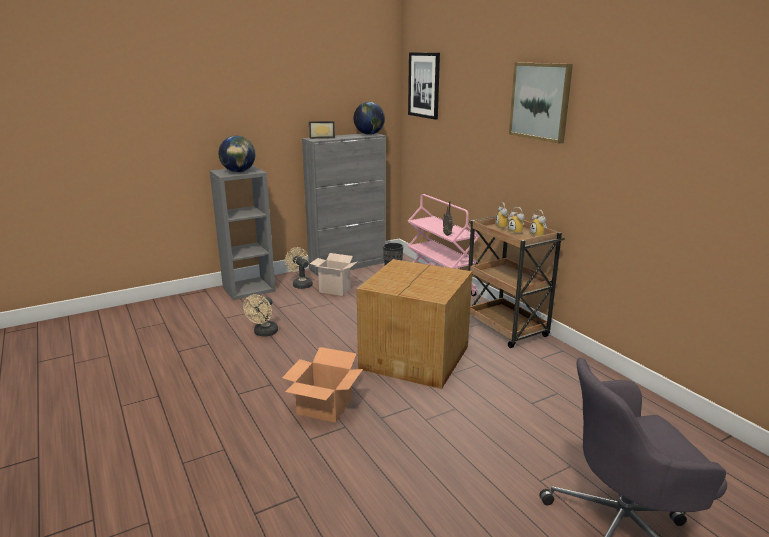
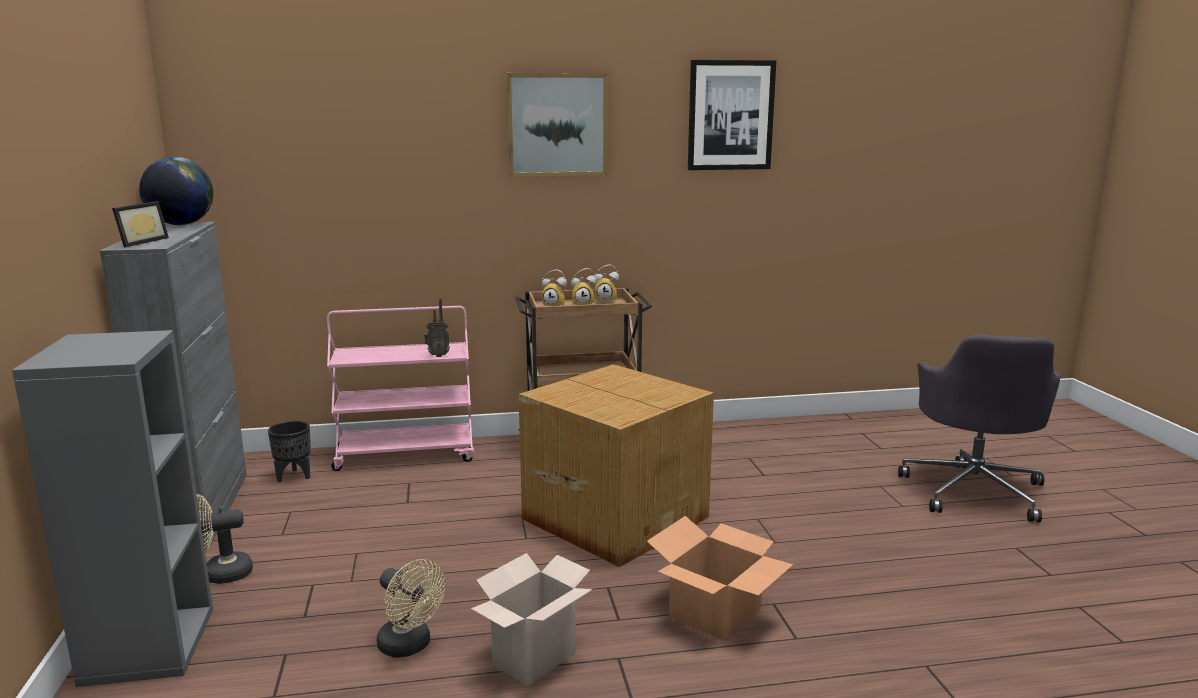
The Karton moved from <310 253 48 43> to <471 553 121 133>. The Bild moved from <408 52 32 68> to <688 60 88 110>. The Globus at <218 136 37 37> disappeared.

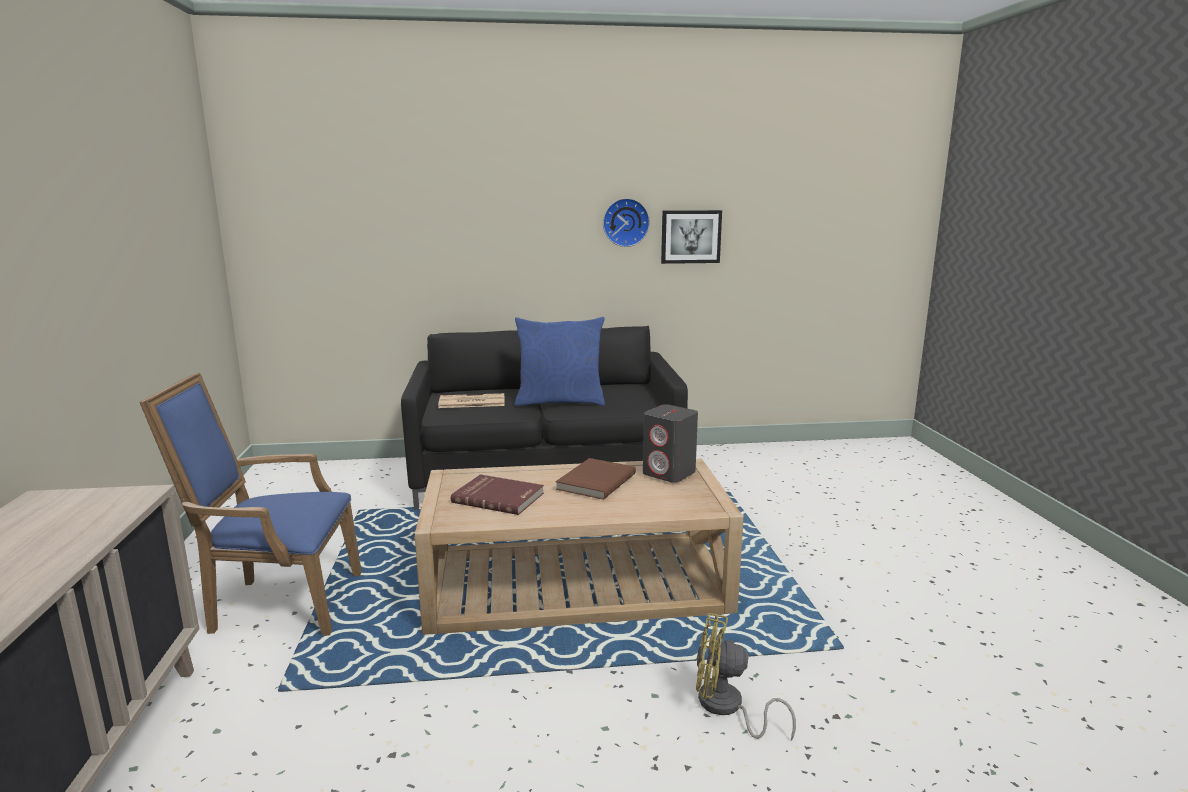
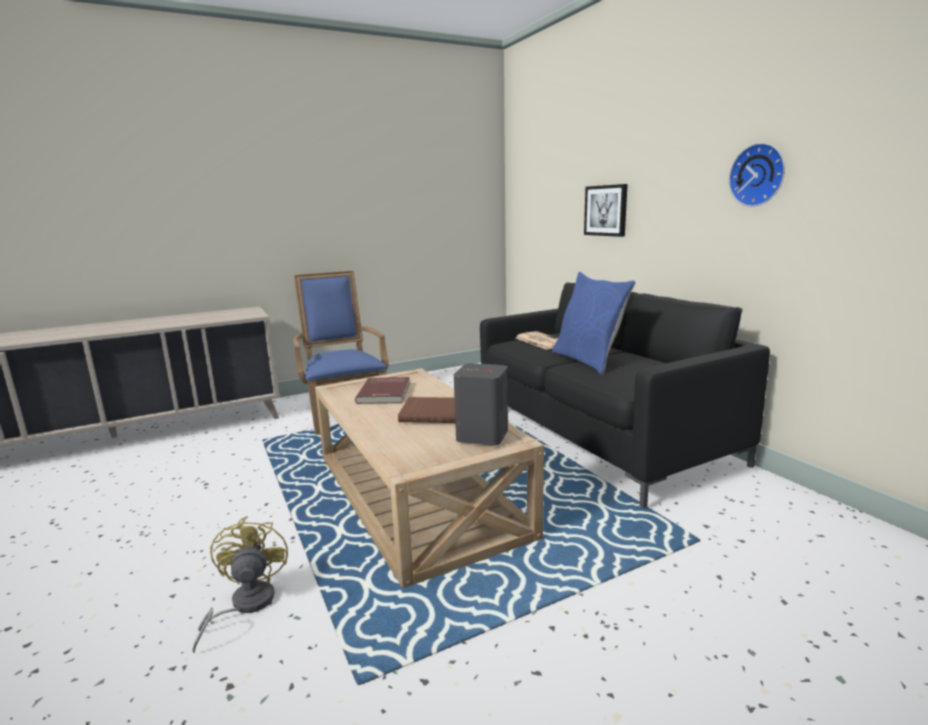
The Bild moved from <661 210 61 54> to <584 184 44 53>.

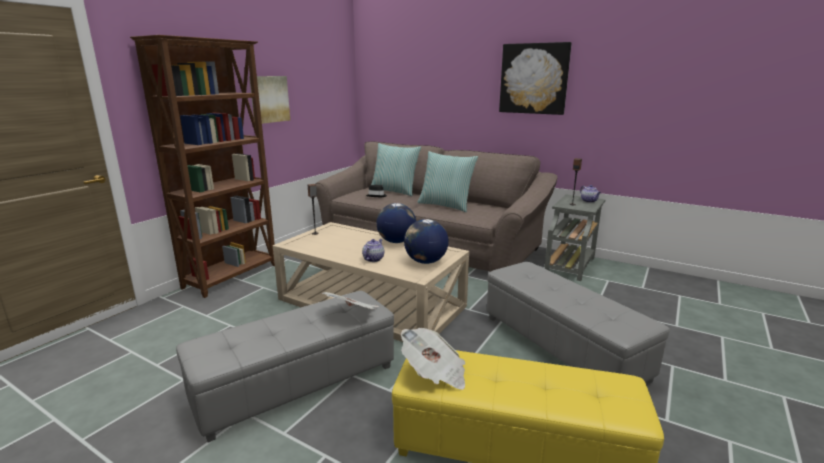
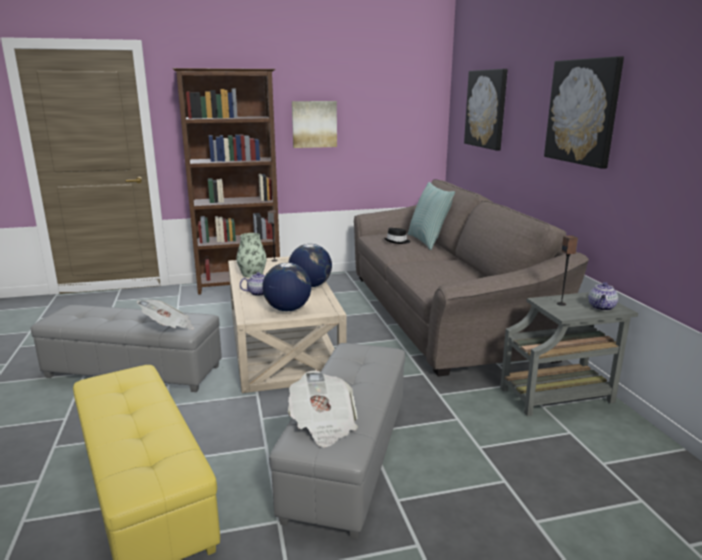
The Vase at <236 233 31 45> appeared. The Zeitung moved from <401 328 64 62> to <288 370 70 78>. The Bild at <464 69 44 82> appeared. The Kissen at <417 151 61 61> disappeared.

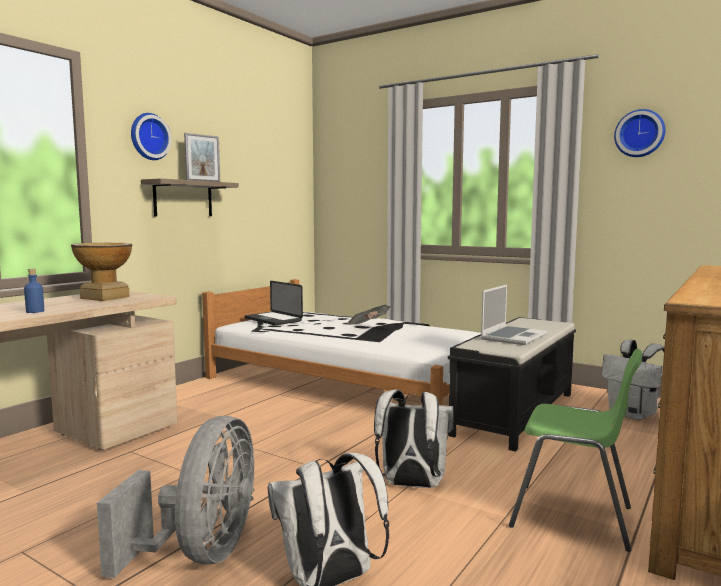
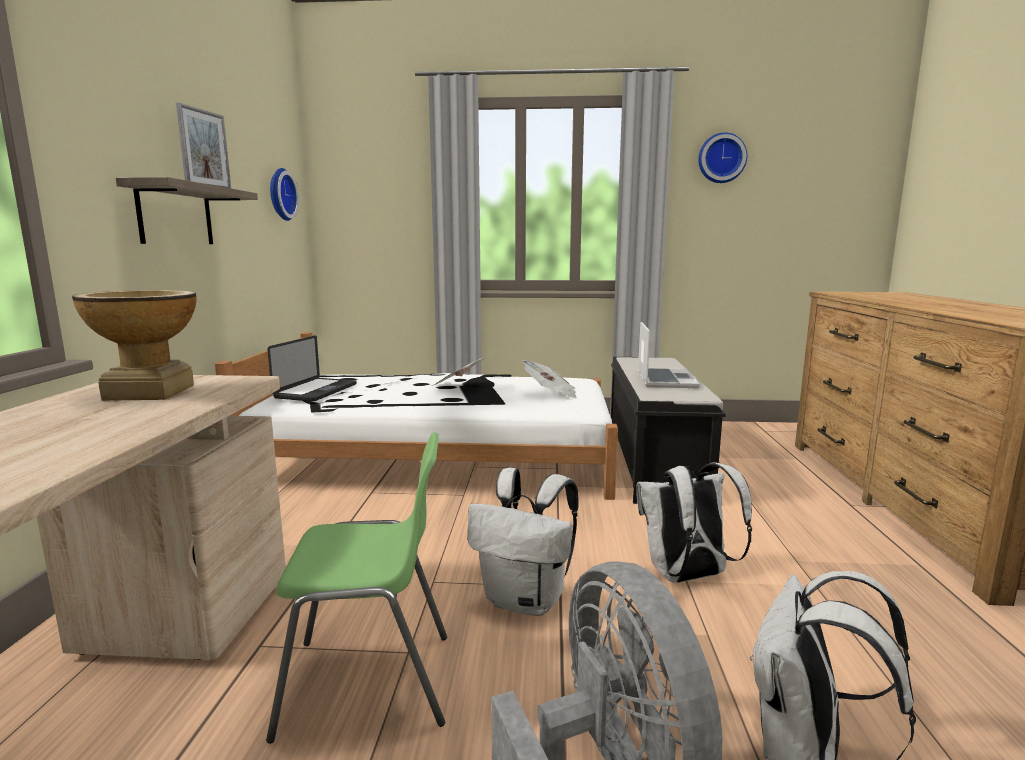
The Stuhl/grün moved from <509 349 133 203> to <266 432 181 311>. The Laptop at <245 281 58 44> turned 90 degrees counterclockwise. The Wanduhr moved from <131 113 41 47> to <270 168 29 53>. The Rucksack/weiß moved from <601 339 64 81> to <467 468 112 148>. The Zeitung at <522 360 55 39> appeared. The Flasche/blau at <24 269 20 44> disappeared.

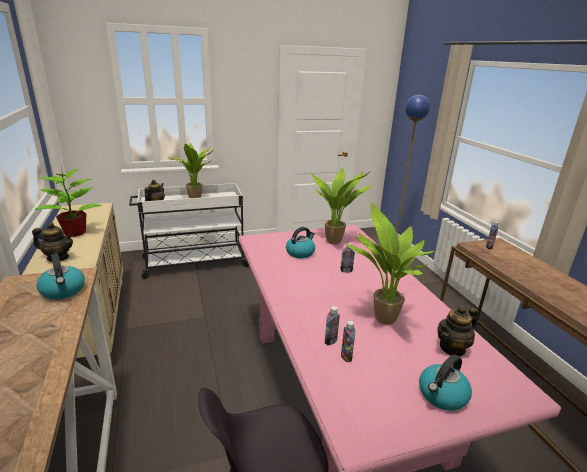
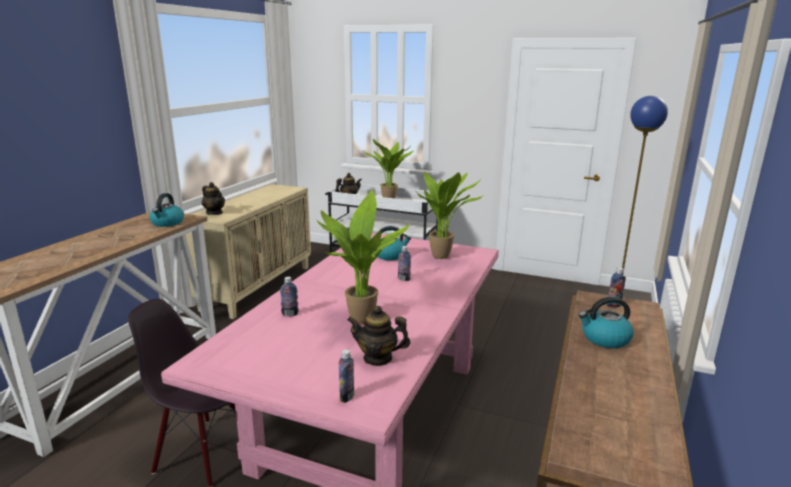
The Flasche moved from <341 321 14 41> to <339 349 15 54>. The Wasserkessel moved from <419 354 53 57> to <579 297 55 51>. The Topfpflanze at <35 169 67 68> disappeared.

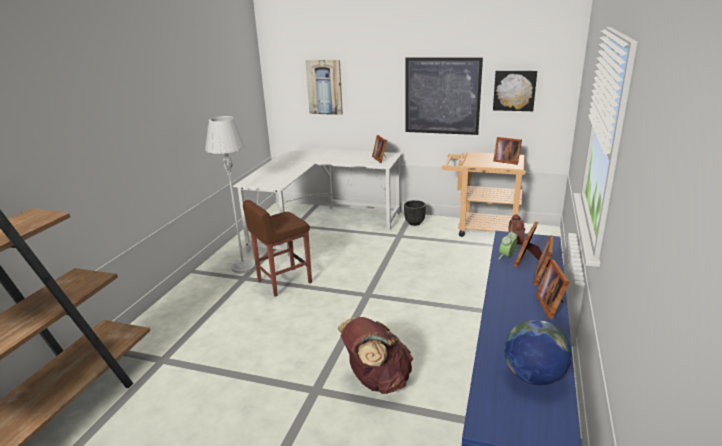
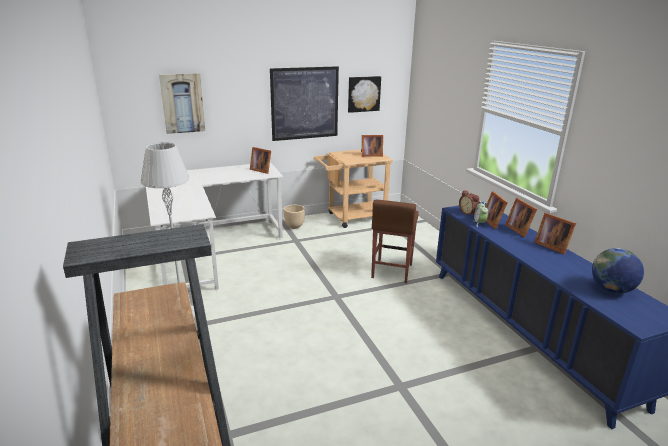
The Pflanzkübel/schwarz at <404 200 22 26> became the Pflanzkübel/beige at <284 205 21 24>. The Hocker/braun moved from <243 200 69 97> to <371 200 48 83>. The Rucksack/braun at <338 317 75 77> disappeared.

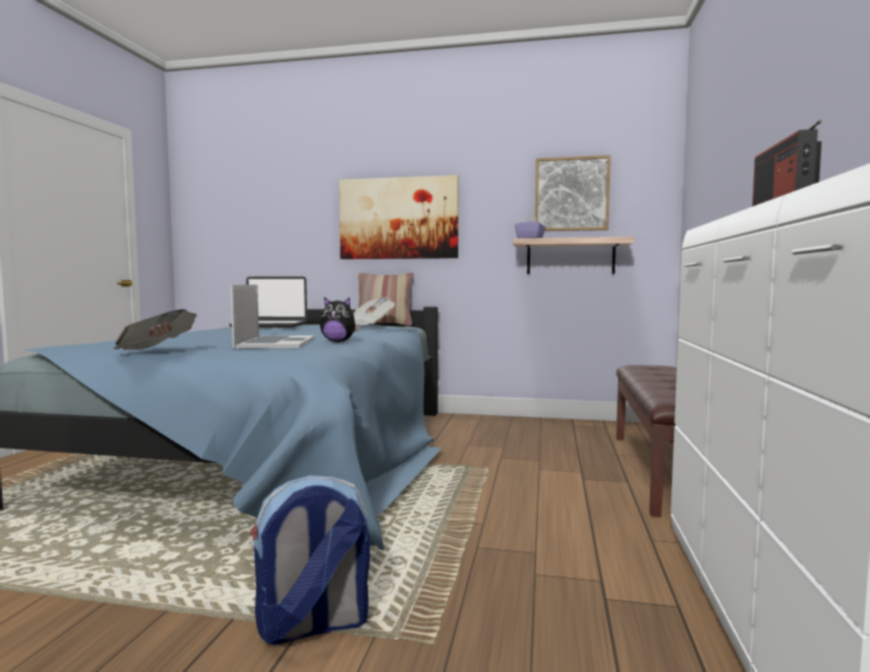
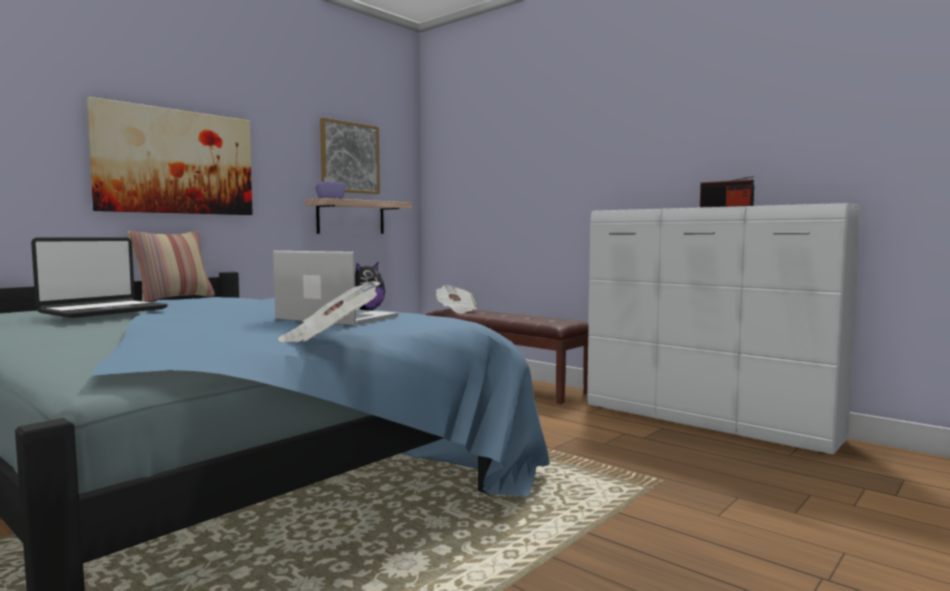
The Zeitung moved from <354 297 41 28> to <436 285 41 29>. The Rucksack at <250 475 120 170> disappeared.

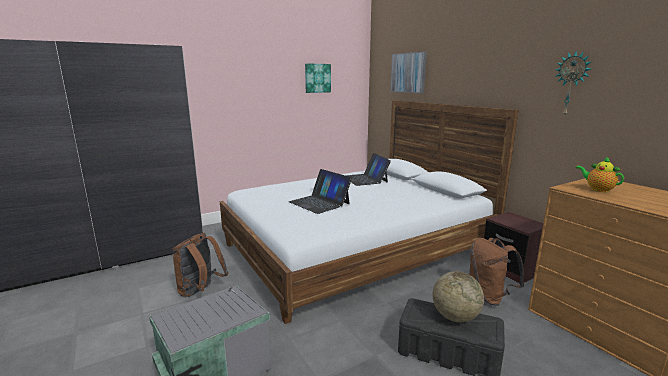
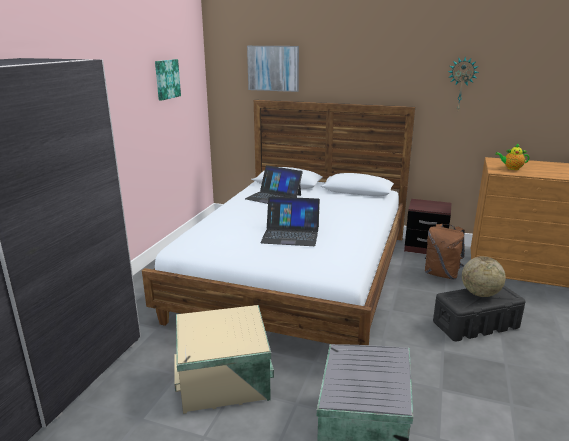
The Rucksack/braun at <172 233 57 64> was replaced by the Aufbewahrungsbox/beige at <174 305 100 109>.

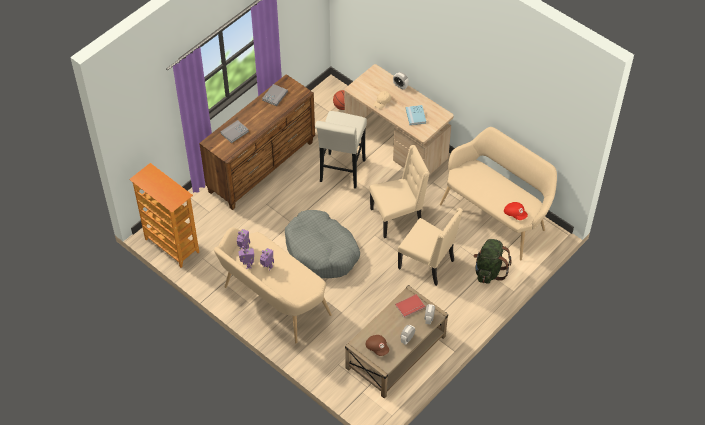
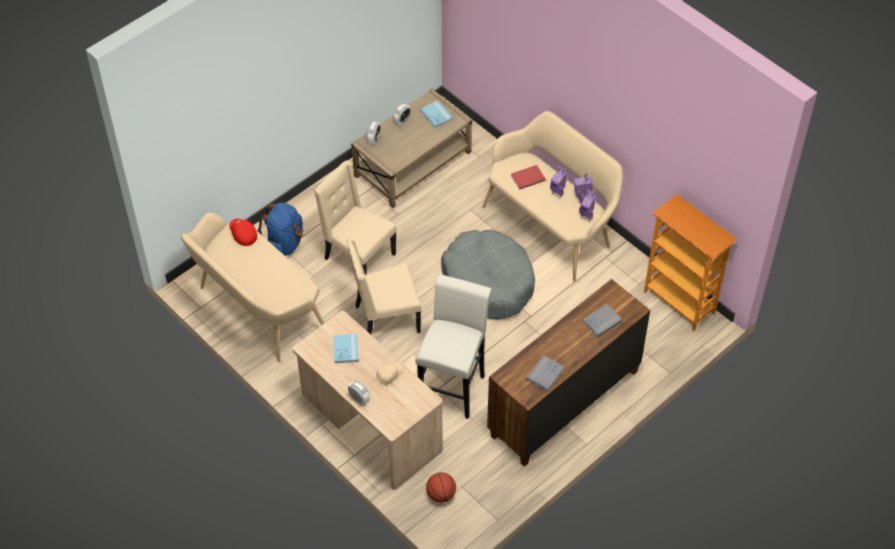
The Rucksack/grün at <473 239 39 45> became the Rucksack/blau at <257 203 47 53>. The Kappe/braun at <366 335 23 21> was replaced by the Buch/blau at <420 101 33 27>. The Buch/rot moved from <395 294 30 24> to <511 165 35 25>.

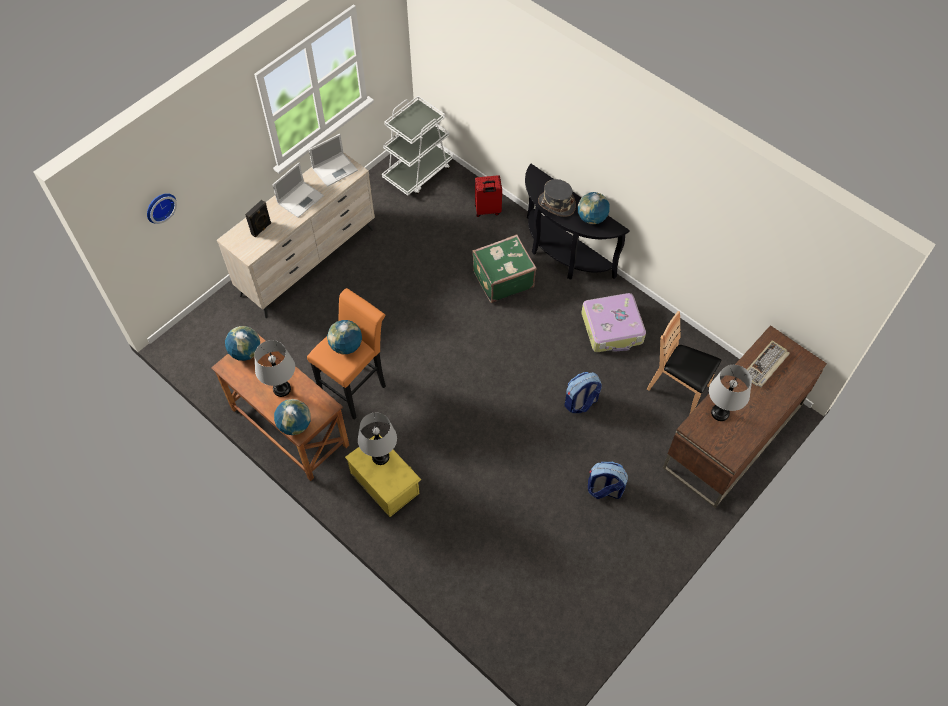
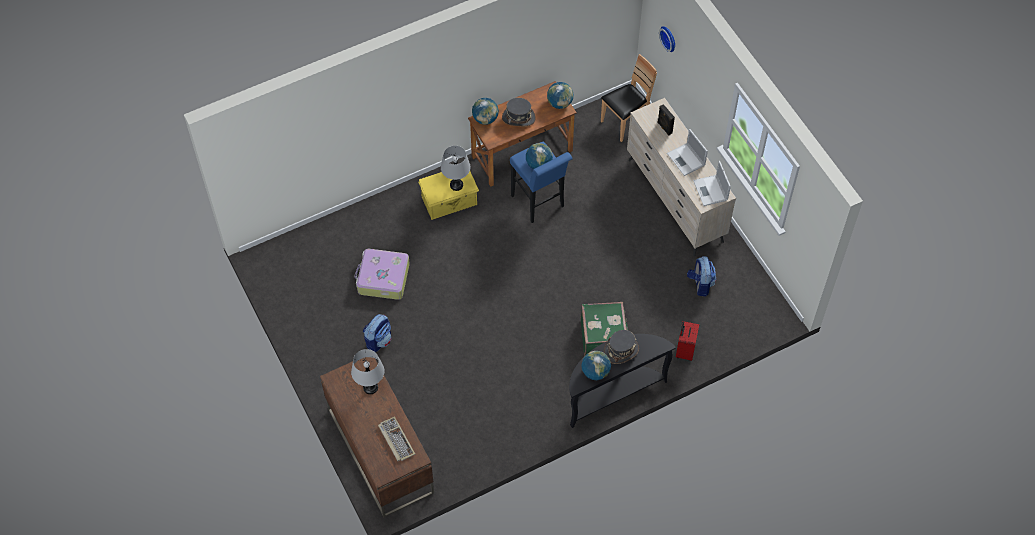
The Koffer moved from <581 293 65 59> to <354 249 56 51>. The Tischlampe/grau at <254 340 41 57> was replaced by the Hut/grau at <502 98 34 28>. The Hocker/orange at <307 288 79 132> became the Hocker/blau at <510 142 63 81>. The Stuhl/braun moved from <647 311 75 103> to <601 54 56 88>. The Rucksack moved from <565 372 37 41> to <687 256 29 41>. The Rollwagen/weiß at <382 96 72 100> disappeared.

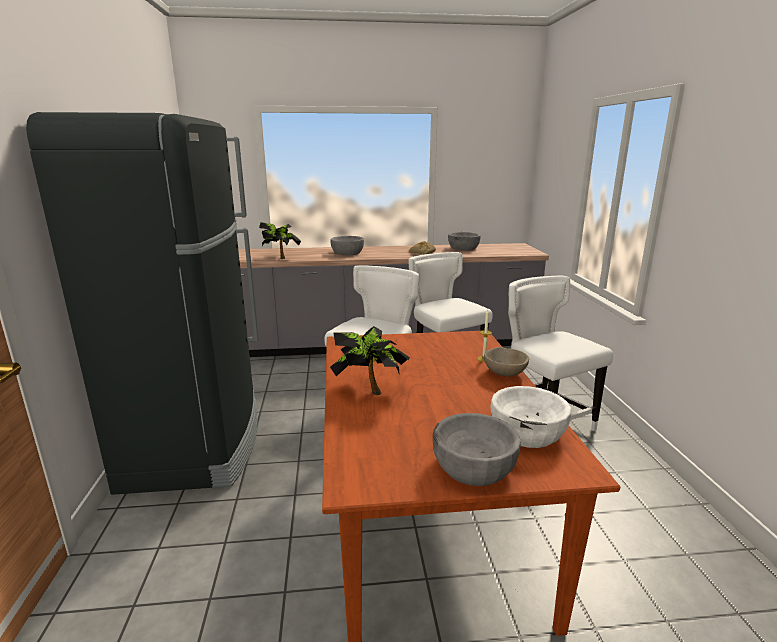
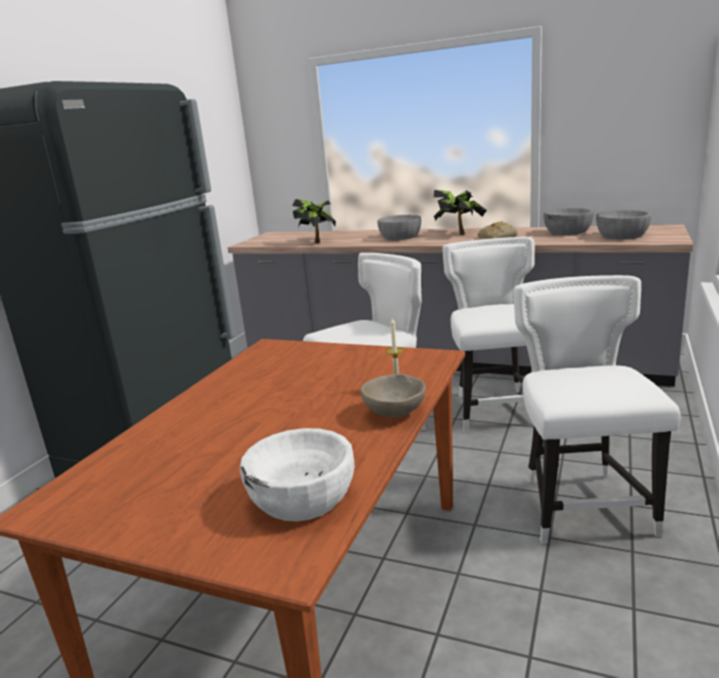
The Topfpflanze moved from <330 326 80 69> to <434 190 53 45>. The Schüssel/grau moved from <433 413 88 73> to <596 210 55 29>.

